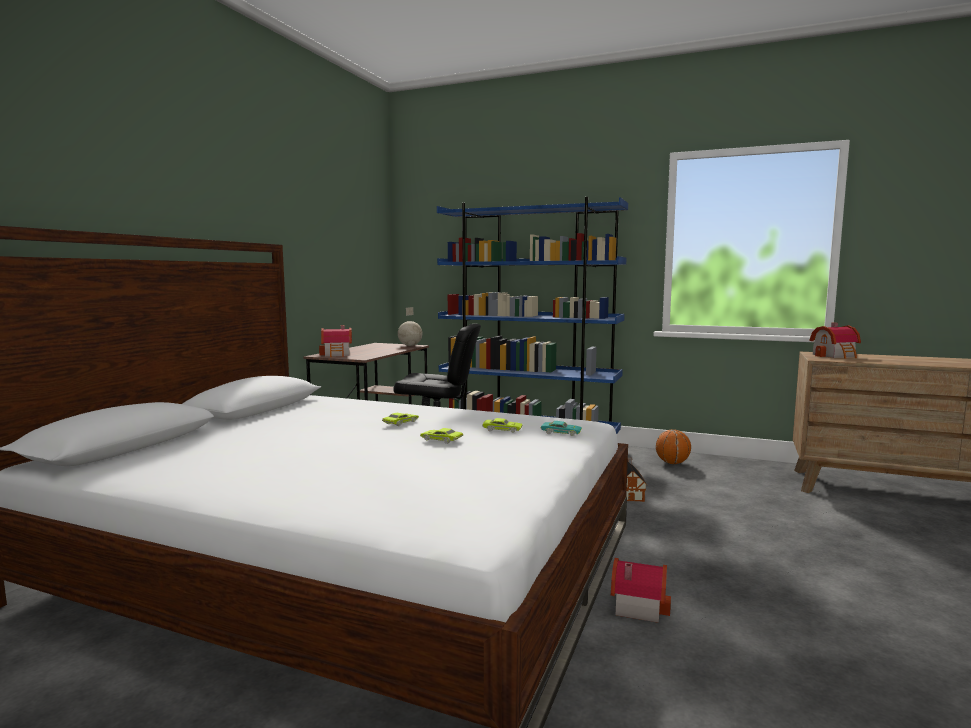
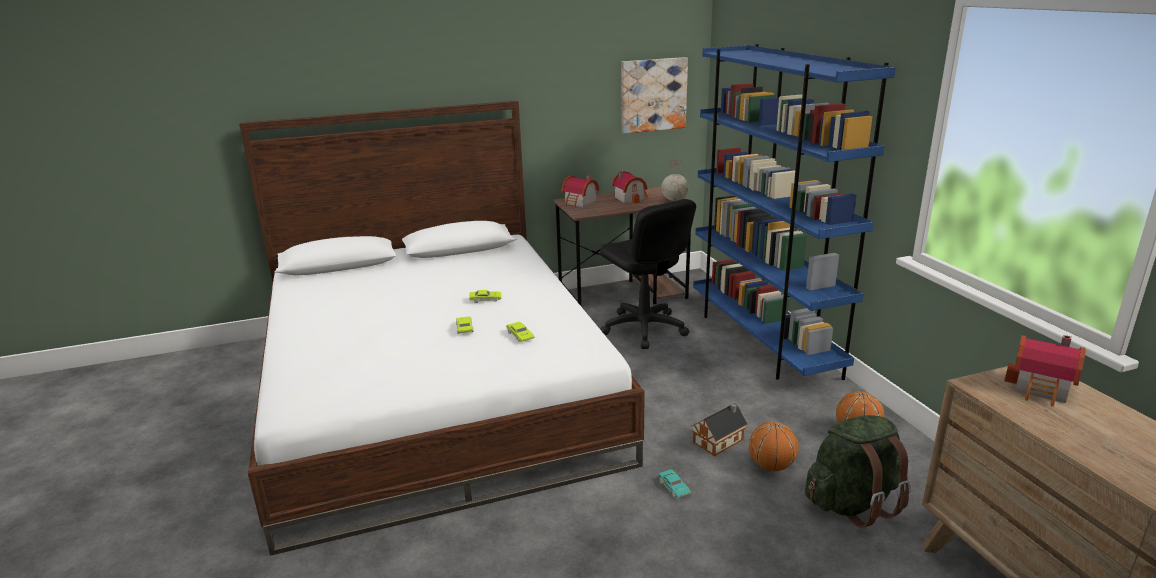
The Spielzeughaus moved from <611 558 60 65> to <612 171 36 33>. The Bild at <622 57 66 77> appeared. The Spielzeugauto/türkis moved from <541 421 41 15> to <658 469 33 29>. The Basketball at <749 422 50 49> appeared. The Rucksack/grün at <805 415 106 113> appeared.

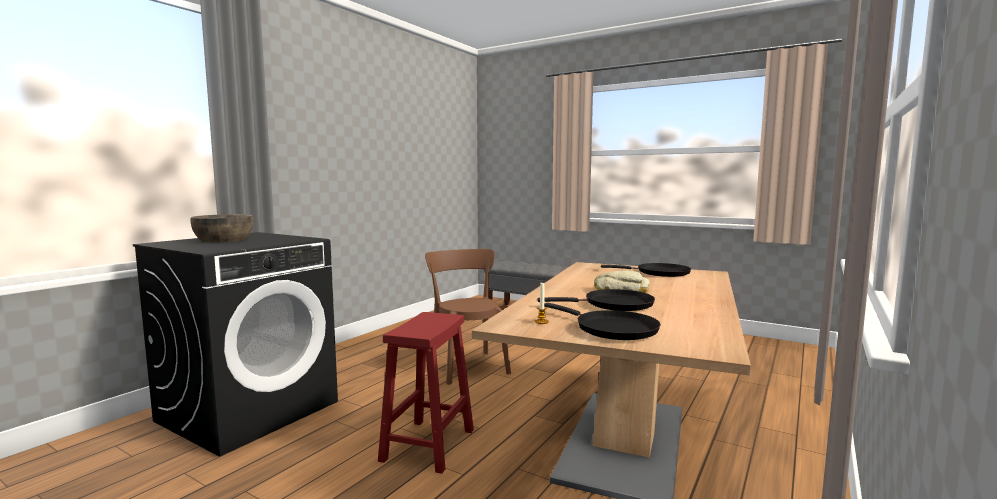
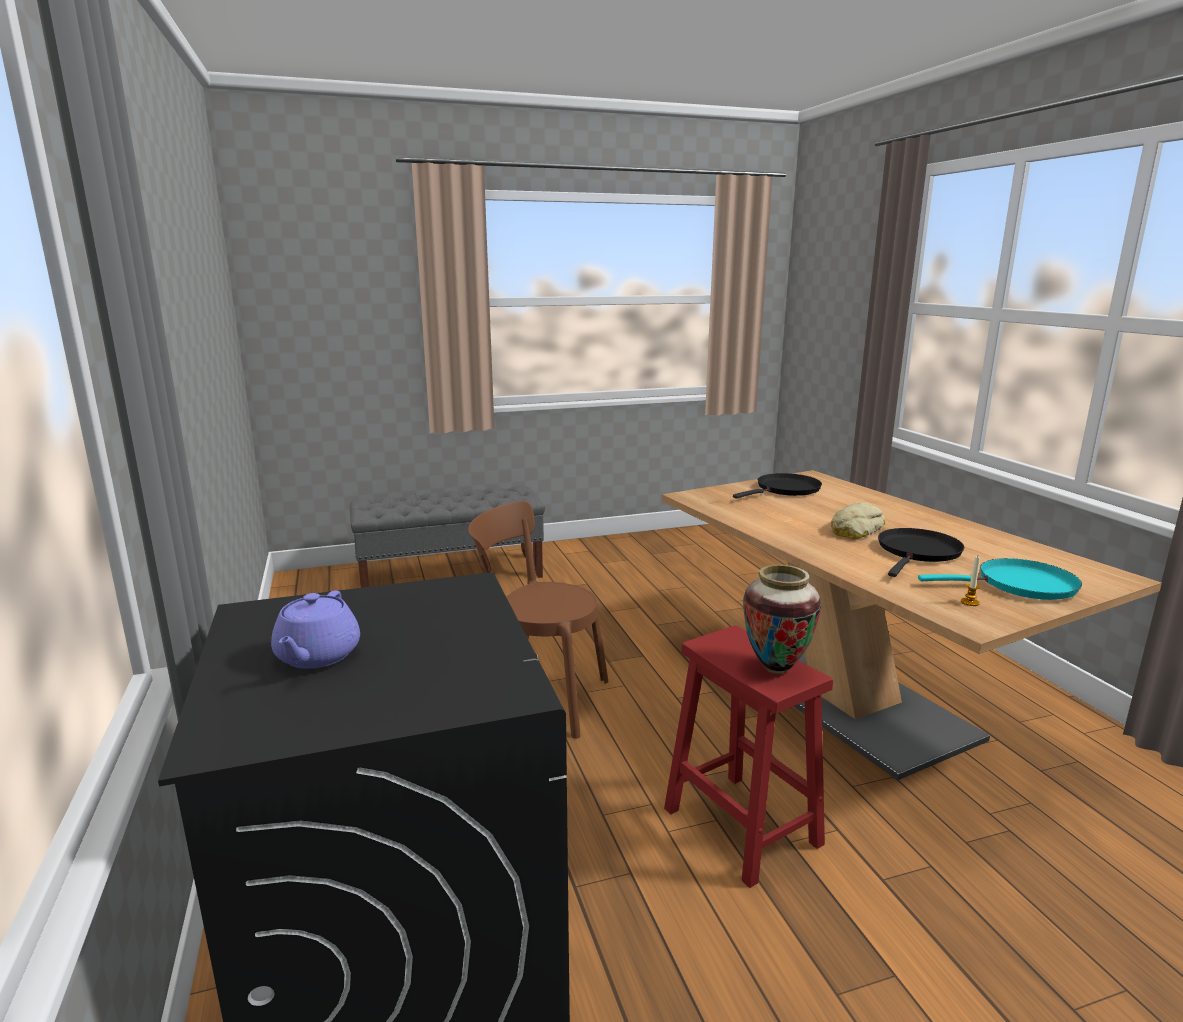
The Schüssel/braun at <190 214 63 28> was replaced by the Teekanne/lila at <271 591 89 78>. The Vase at <743 564 78 110> appeared. The Pfanne/schwarz at <544 303 117 37> became the Pfanne/türkis at <918 558 164 42>.

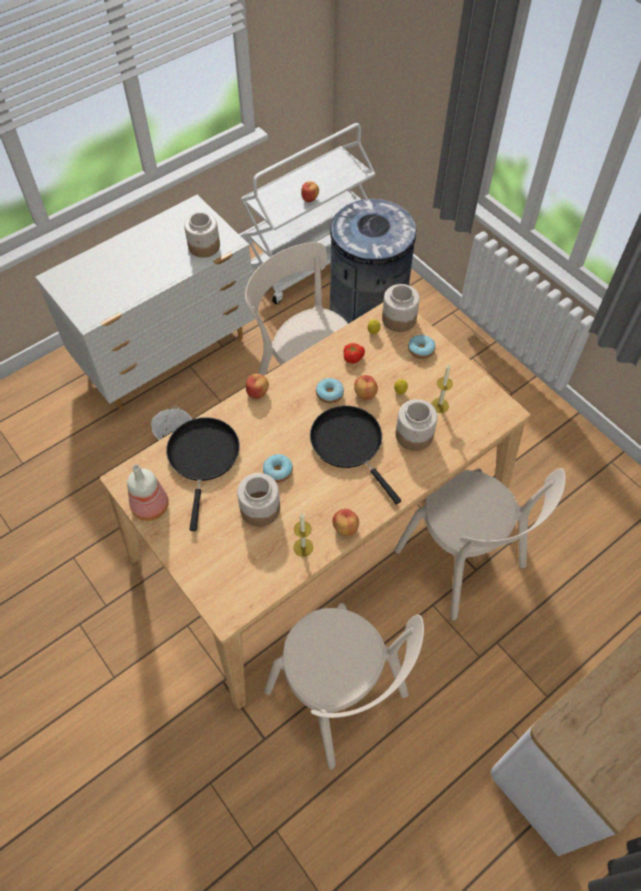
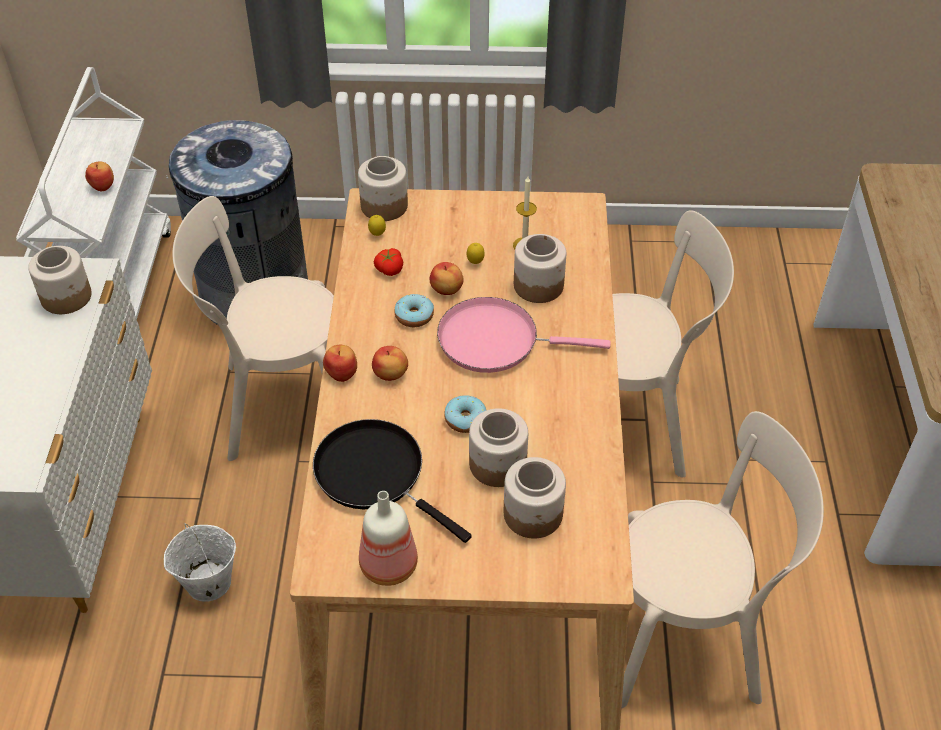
The Apfel moved from <332 509 27 26> to <372 346 36 35>. The Pfanne/schwarz at <310 406 91 98> became the Pfanne/rosa at <437 297 174 76>. The Vorratsglas at <504 457 62 81> appeared. The Kerze at <293 513 20 44> disappeared. The Donut at <408 335 27 24> disappeared.

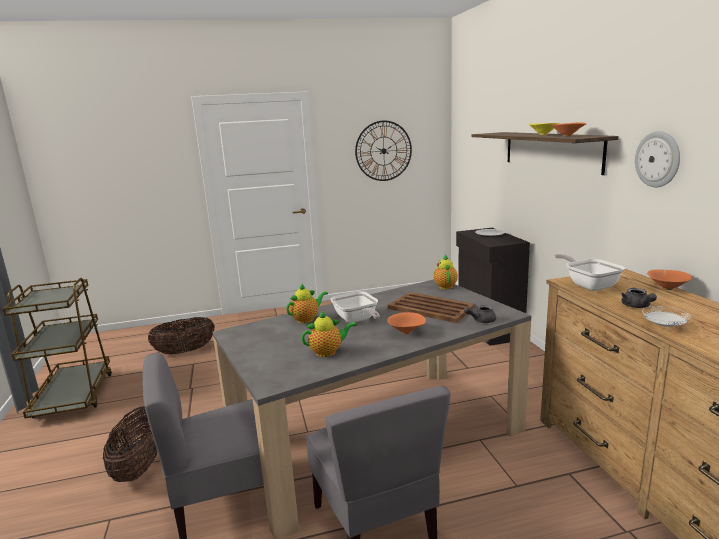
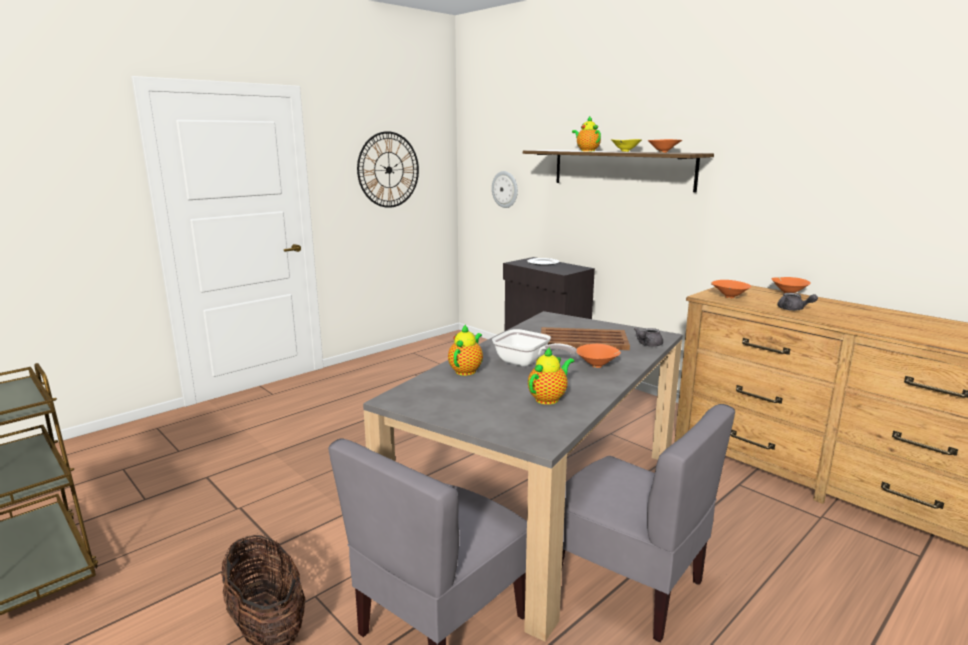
The Wanduhr moved from <635 131 45 56> to <492 171 26 37>. The Teekanne moved from <434 254 24 35> to <572 116 29 35>. The Pfanne at <555 253 70 38> was replaced by the Schüssel/orange at <711 280 40 18>. The Korb at <148 317 67 37> disappeared. The Teller/weiß at <642 306 49 21> disappeared.

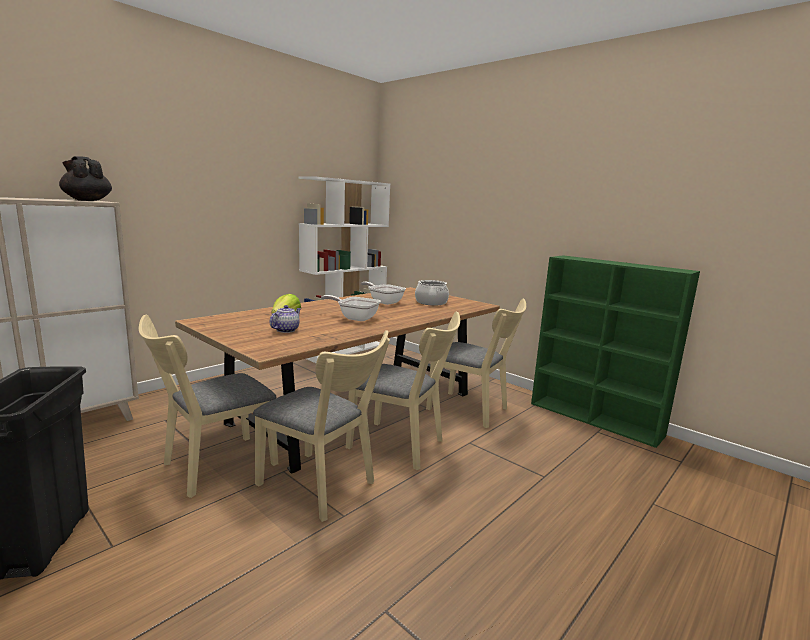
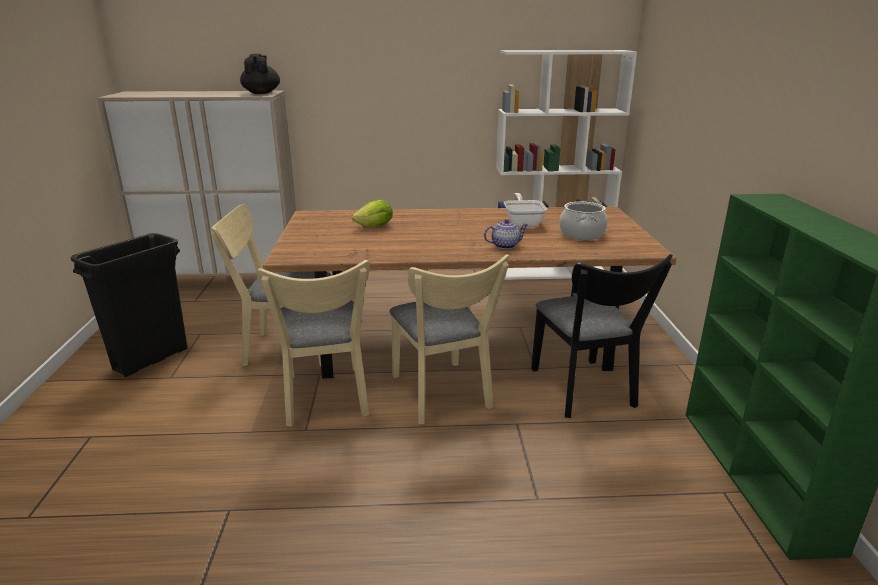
The Teekanne moved from <269 305 32 28> to <484 219 44 30>. The Stuhl/beige at <426 299 100 129> became the Stuhl/schwarz at <531 254 142 164>. The Pfanne at <321 295 60 26> disappeared.

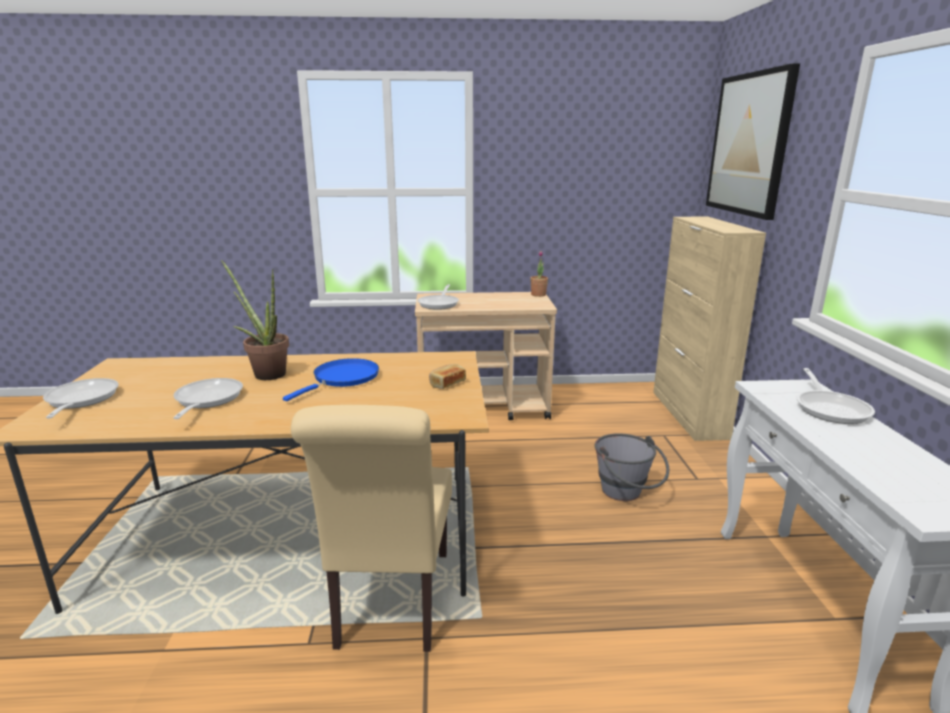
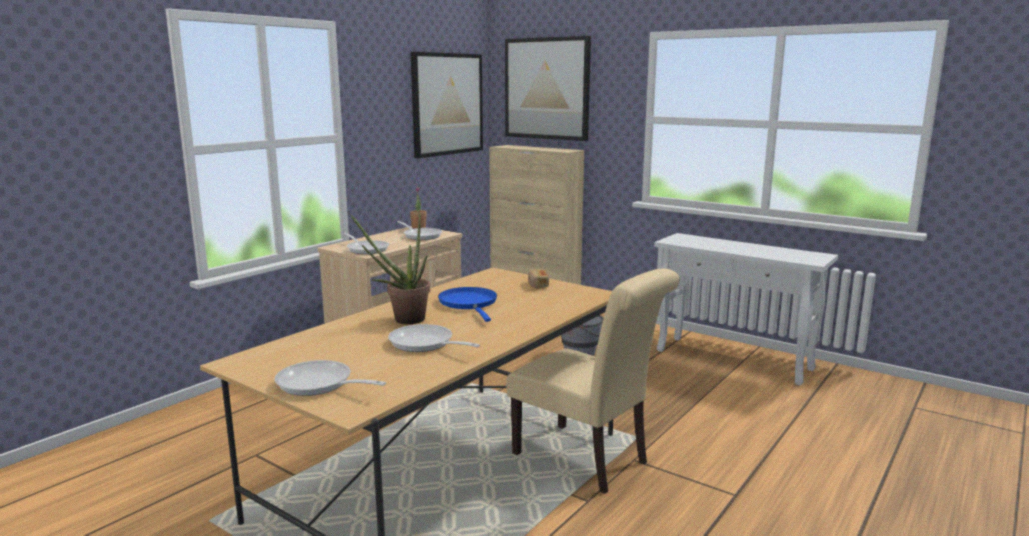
The Pfanne moved from <796 368 79 56> to <397 221 45 19>. The Bild at <411 52 72 106> appeared.

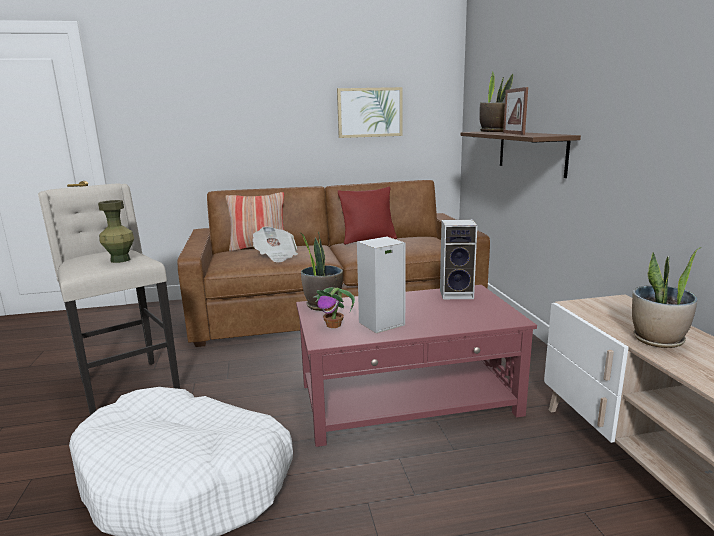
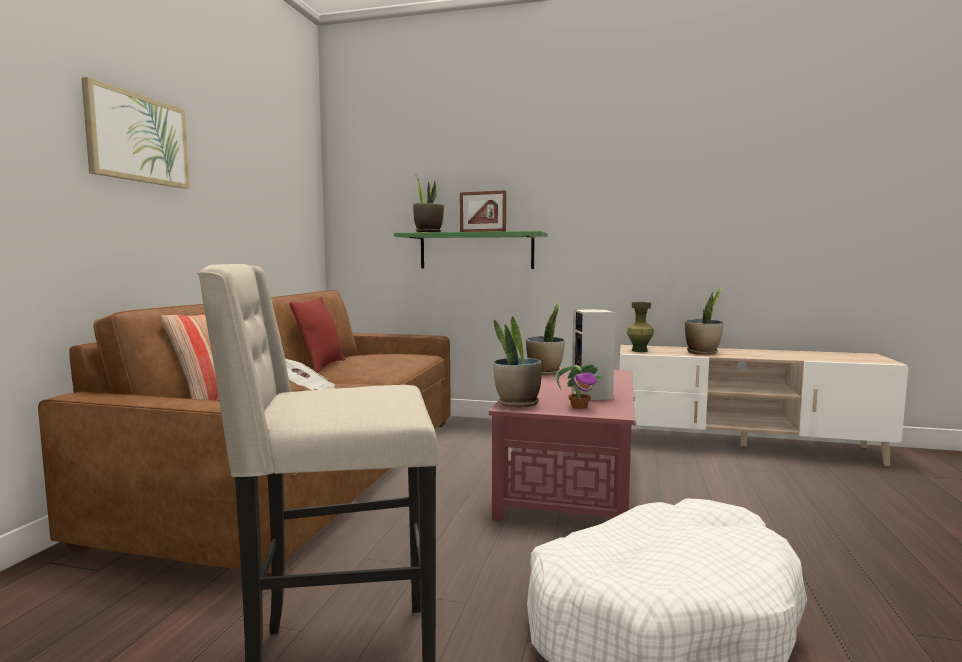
The Bild moved from <337 87 66 51> to <81 77 109 112>. The Wandregal/braun at <461 132 120 46> became the Wandregal/grün at <394 231 154 38>. The Lautsprecher at <440 219 37 80> was replaced by the Topfpflanze at <526 302 39 73>. The Vase/grün moved from <98 200 36 63> to <627 302 27 50>.

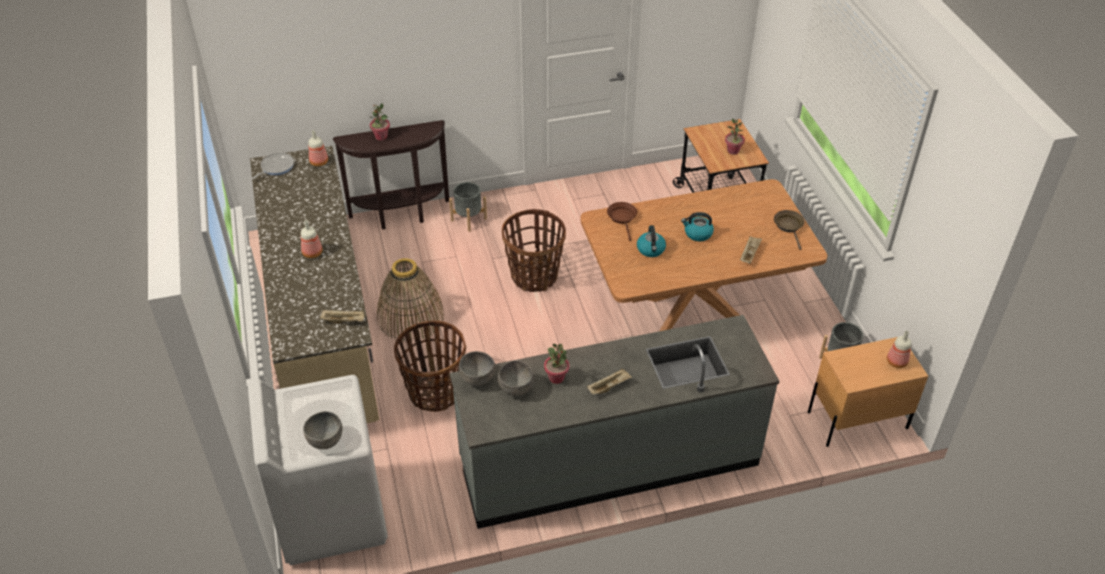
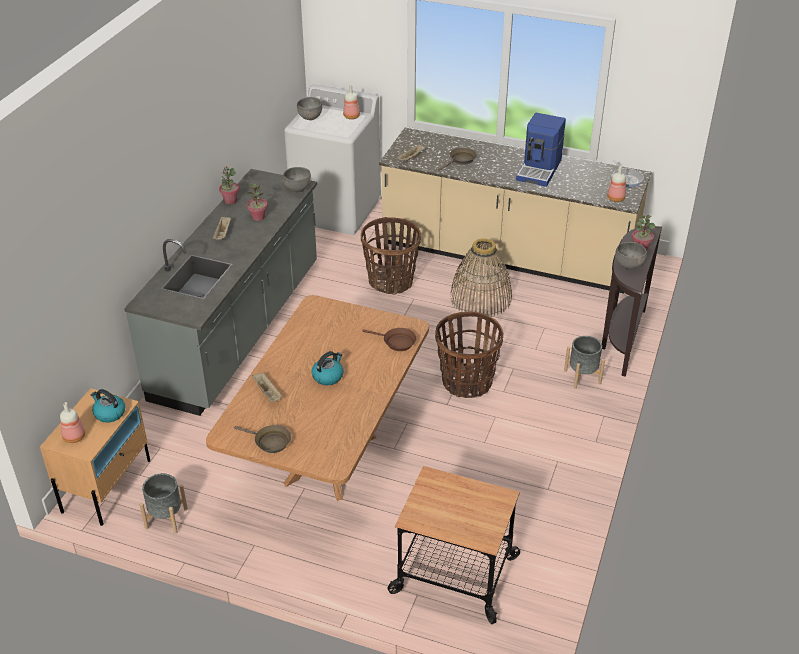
The Wasserkessel moved from <637 225 29 32> to <91 389 34 34>. The Topfpflanze moved from <725 119 20 36> to <219 166 20 38>. The Flasche moved from <301 220 22 38> to <343 85 17 34>. The Pfanne/braun at <438 148 39 23> appeared. The Kaffeemaschine at <516 113 50 74> appeared. The Schüssel/grau moved from <498 360 36 36> to <615 242 32 28>.

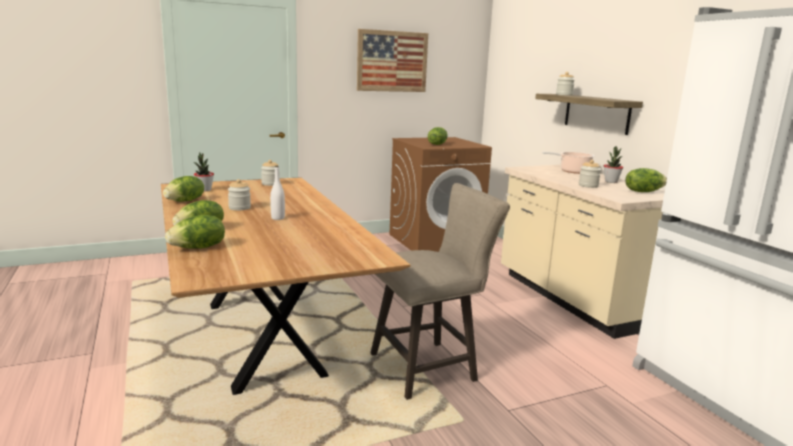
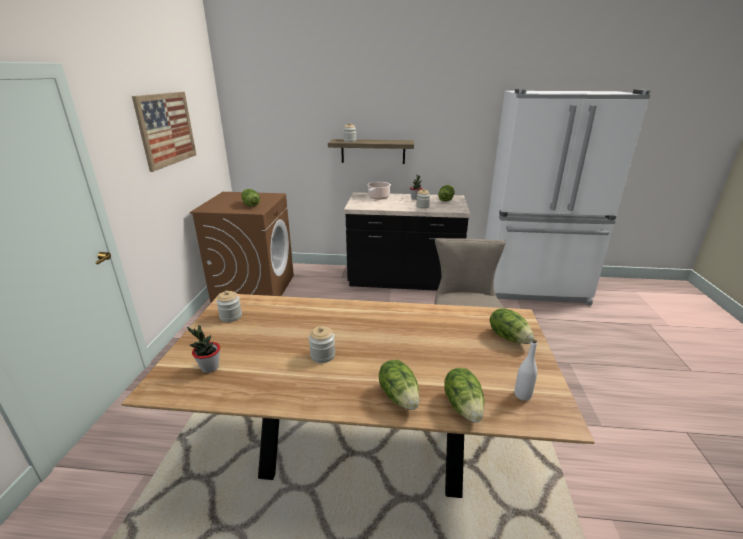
The Küchenzeile/beige at <501 165 164 174> became the Küchenzeile/schwarz at <344 193 126 98>. The Salatkopf moved from <163 176 41 26> to <490 308 44 36>. The Flasche/weiß moved from <270 166 15 54> to <515 339 22 62>.

